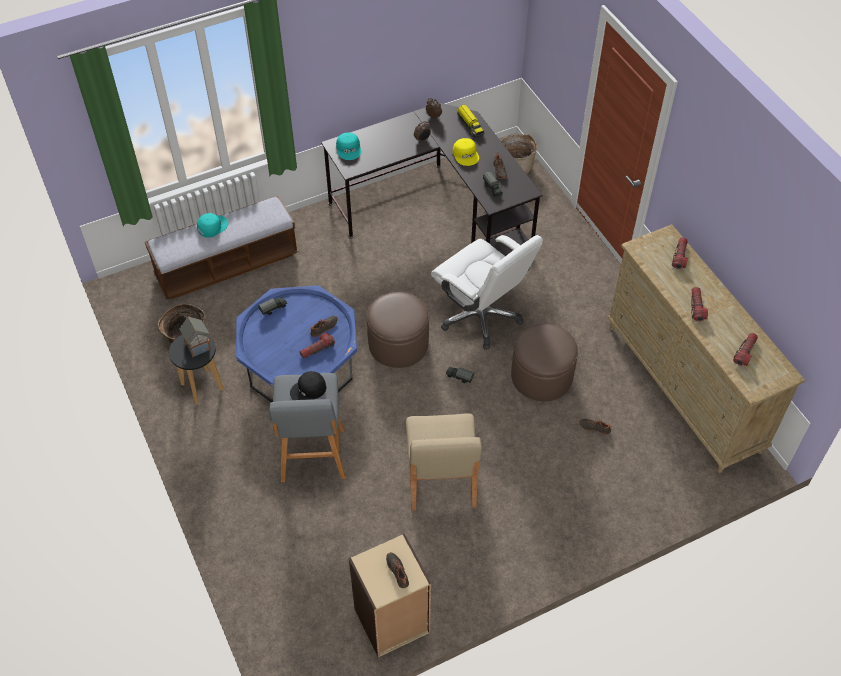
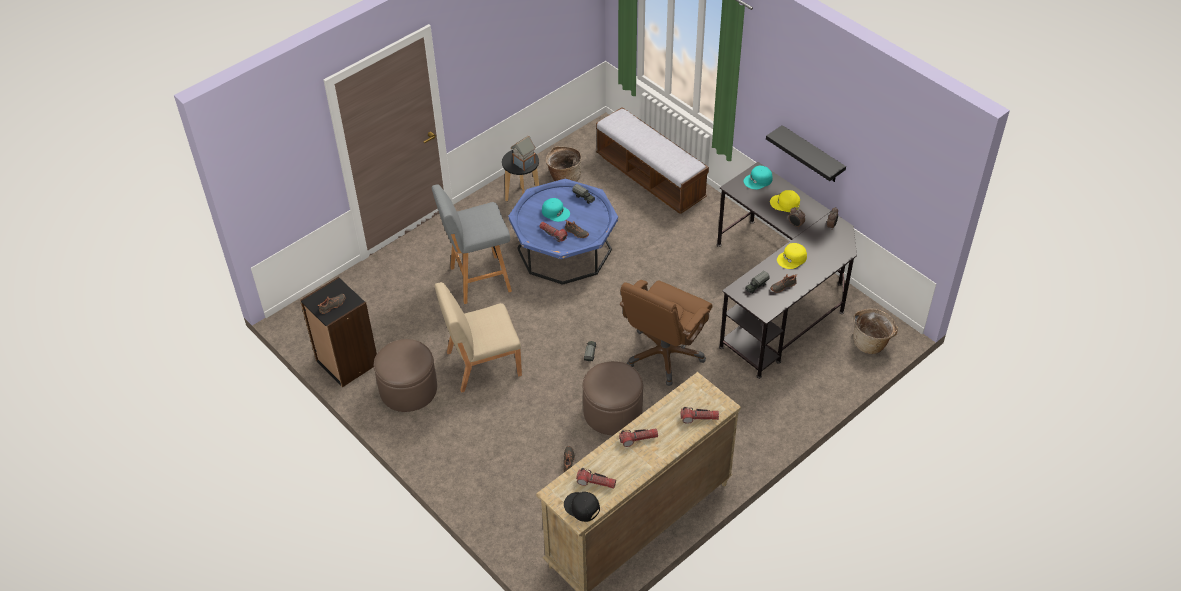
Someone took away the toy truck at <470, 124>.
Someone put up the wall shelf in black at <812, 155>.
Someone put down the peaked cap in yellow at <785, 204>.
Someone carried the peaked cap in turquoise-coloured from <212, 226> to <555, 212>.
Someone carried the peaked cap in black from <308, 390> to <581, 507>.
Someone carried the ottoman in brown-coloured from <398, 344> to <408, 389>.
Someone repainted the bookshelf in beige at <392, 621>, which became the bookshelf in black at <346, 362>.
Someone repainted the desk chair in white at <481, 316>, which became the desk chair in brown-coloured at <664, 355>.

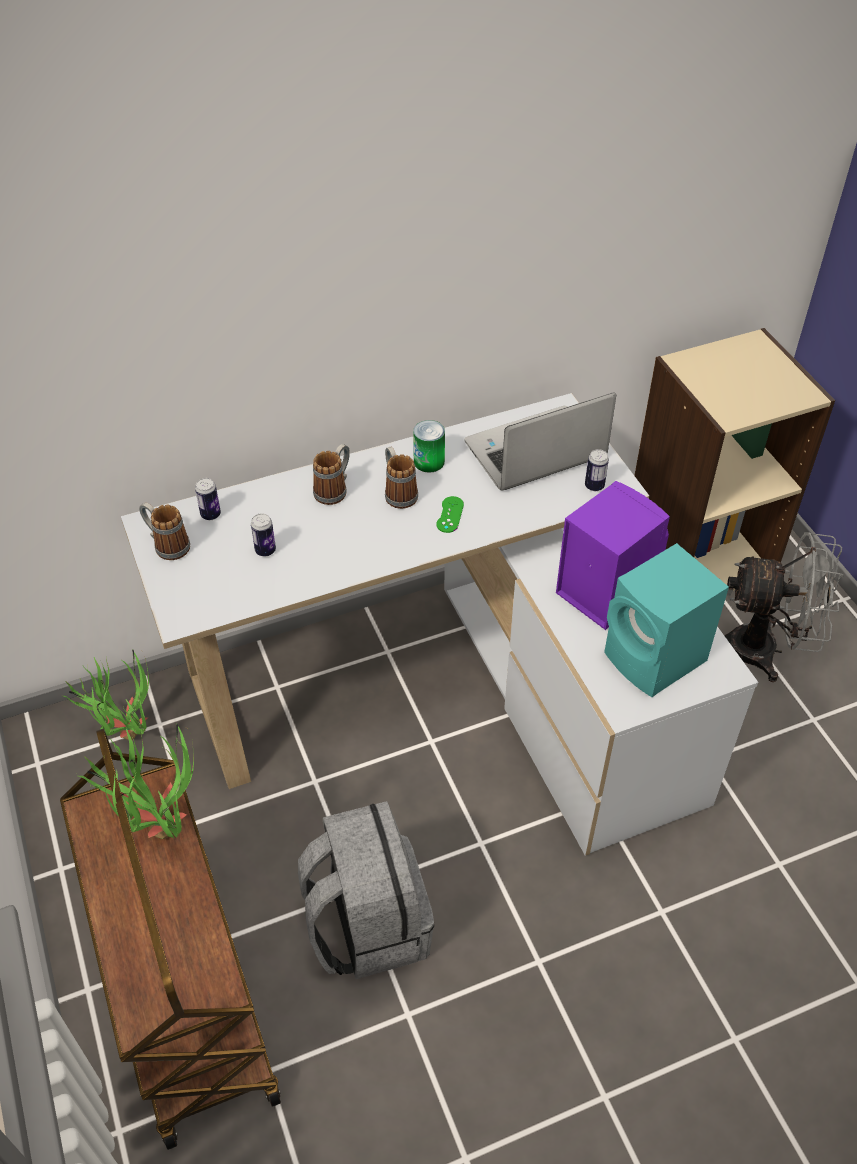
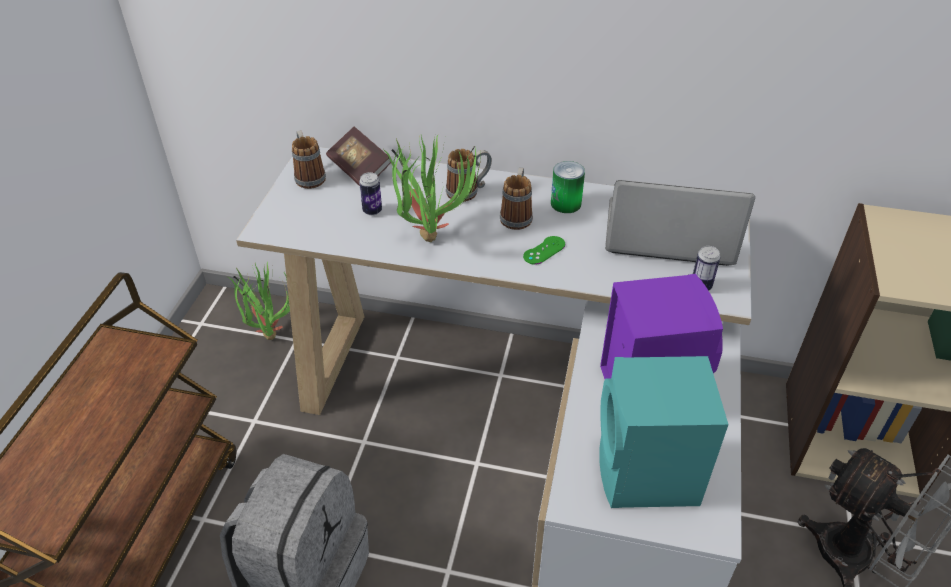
Someone carried the potted plant from <156, 822> to <430, 231>.
Someone swapped the sealed can at <210, 515> for the book at <360, 169>.

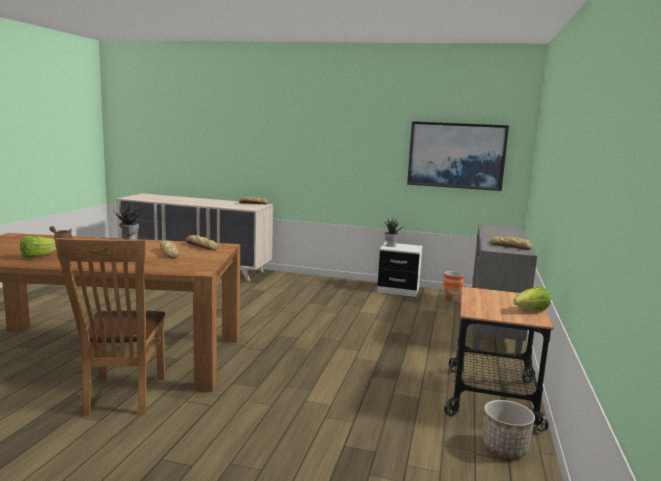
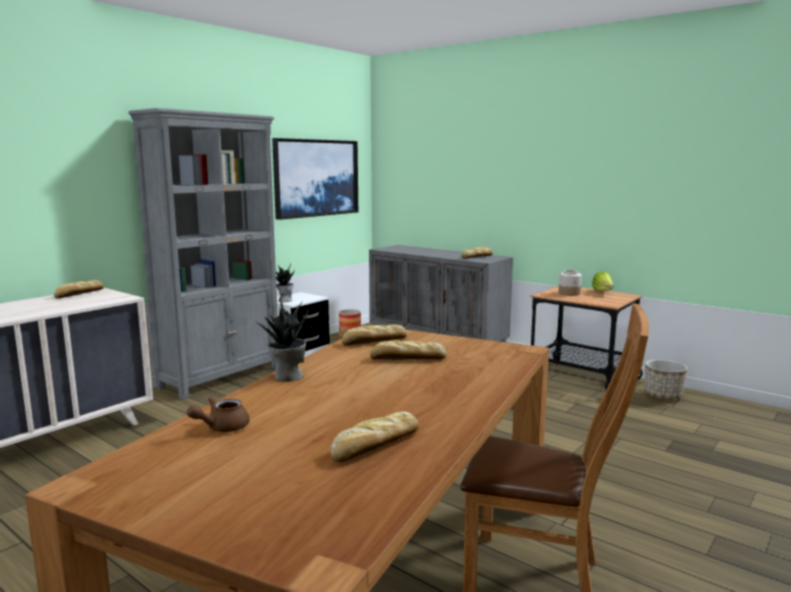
Someone put down the bookshelf in gray at <222, 377>.
Someone put down the storage jar at <569, 293>.
Someone swapped the lettuce at <38, 257> for the baked bread at <375, 445>.

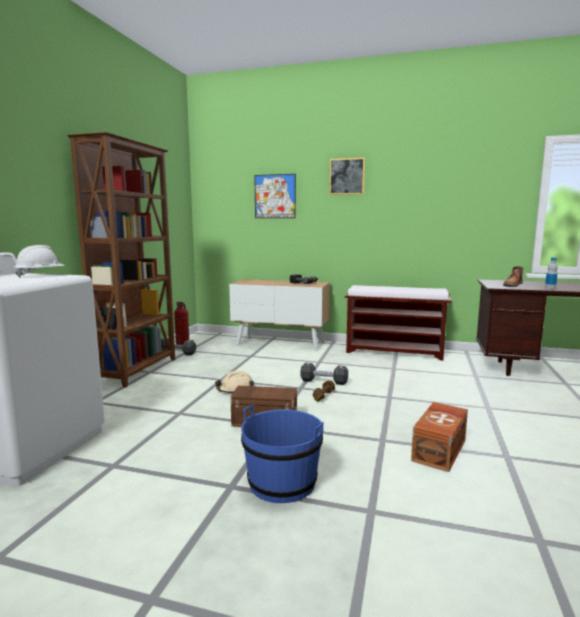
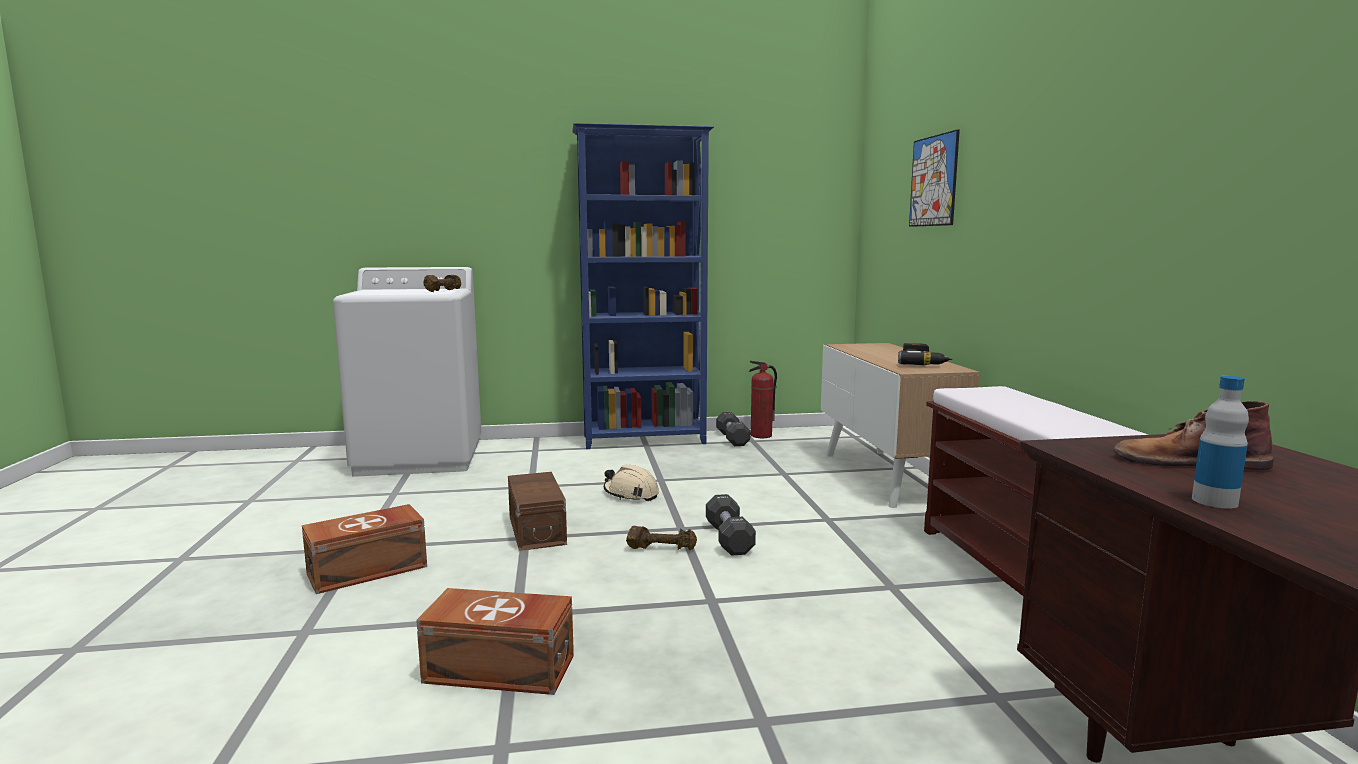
Someone took away the wall picture at <347, 176>.
Someone swapped the hard hat in white at <41, 275> for the free weight in brown-coloured at <442, 291>.
Someone swapped the water bucket in blue at <282, 483> for the storage container in brown-coloured at <369, 570>.
Someone repainted the bookshelf in brown-coloured at <138, 370>, which became the bookshelf in blue at <645, 440>.

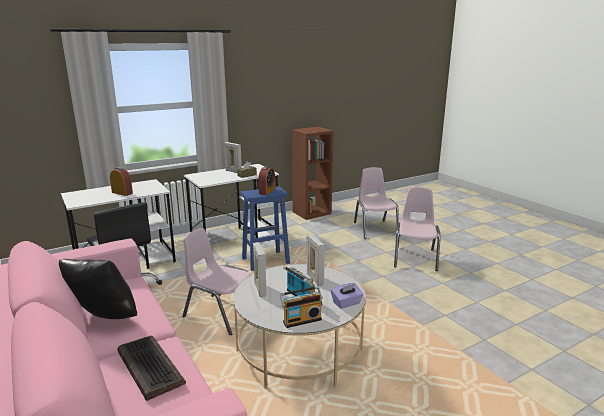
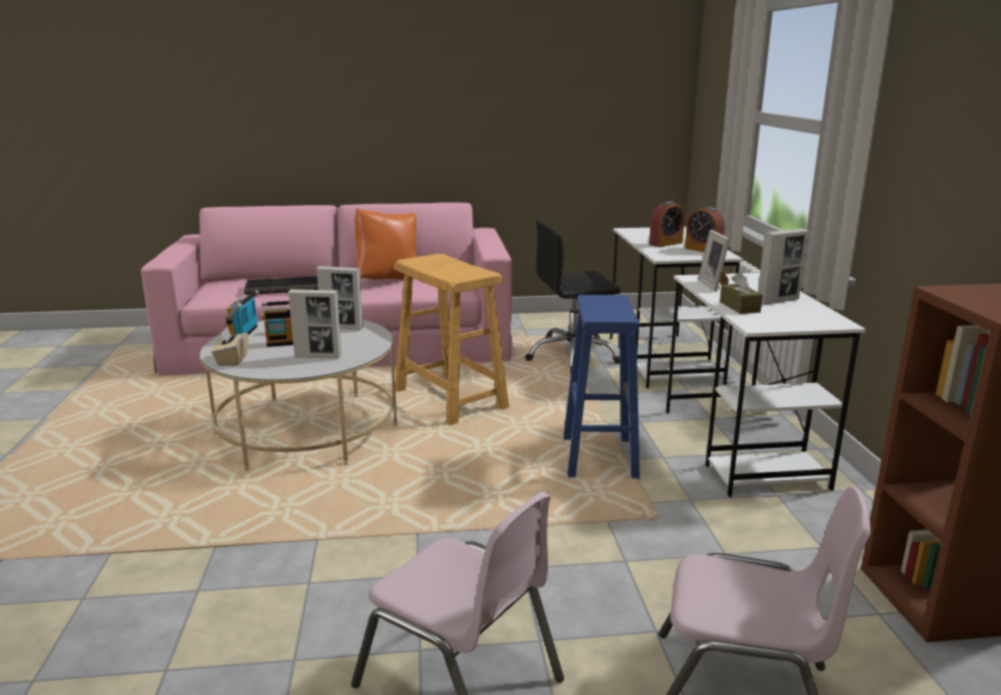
Someone put down the picture frame at <714, 285>.
Someone carried the bedside clock from <267, 191> to <703, 250>.
Someone swapped the upright chair in pinkish at <221, 313> for the stool in beige at <450, 399>.
Someone repainted the throw pillow in black at <103, 319>, which became the throw pillow in orange-coloured at <388, 279>.
Someone repainted the tissue box in purple-coloured at <346, 303>, which became the tissue box in beige at <232, 360>.

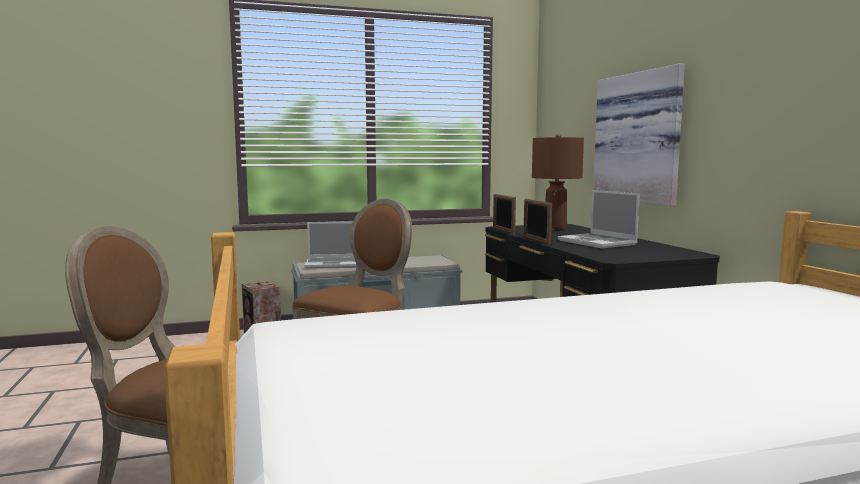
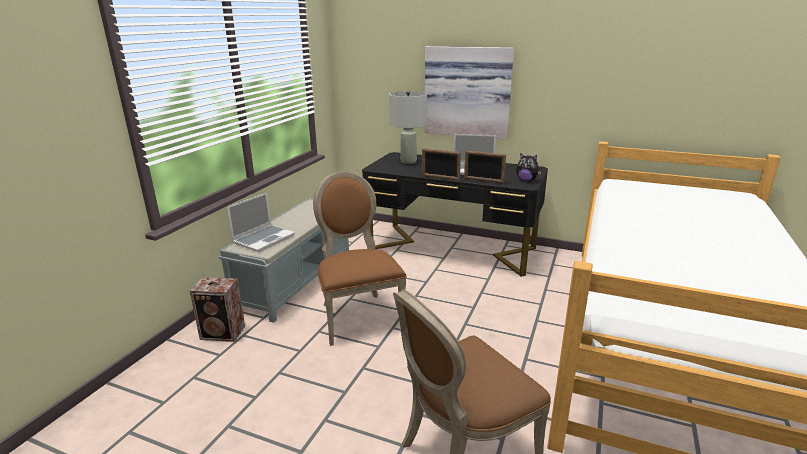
Someone put down the cuddly toy at <526, 180>.
Someone carried the picture frame from <503, 230> to <483, 180>.
Someone repainted the table lamp in brown-coloured at <555, 229>, which became the table lamp in gray at <408, 161>.

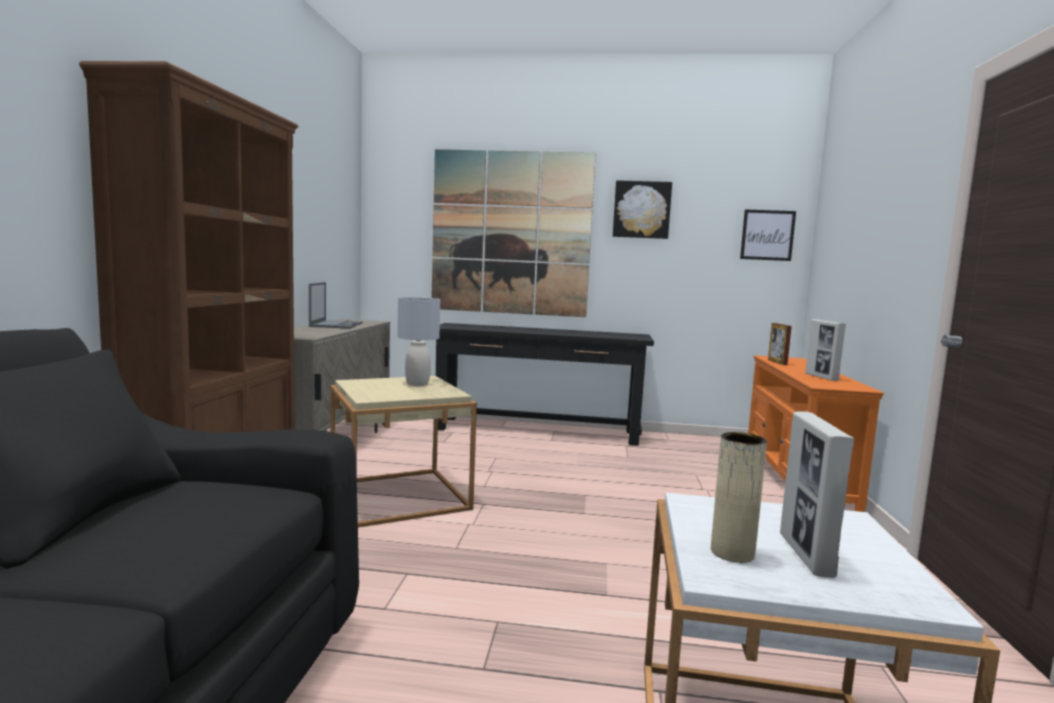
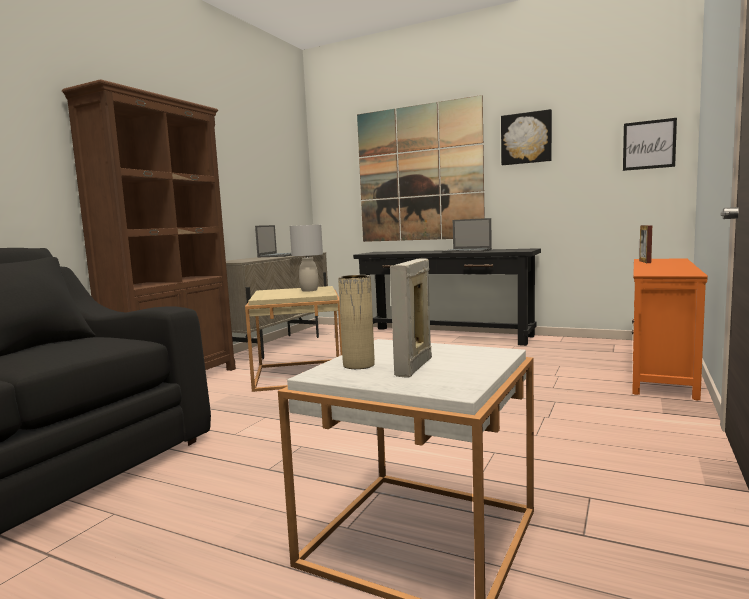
Someone took away the picture frame at <821, 377>.
Someone put down the notebook computer at <467, 251>.

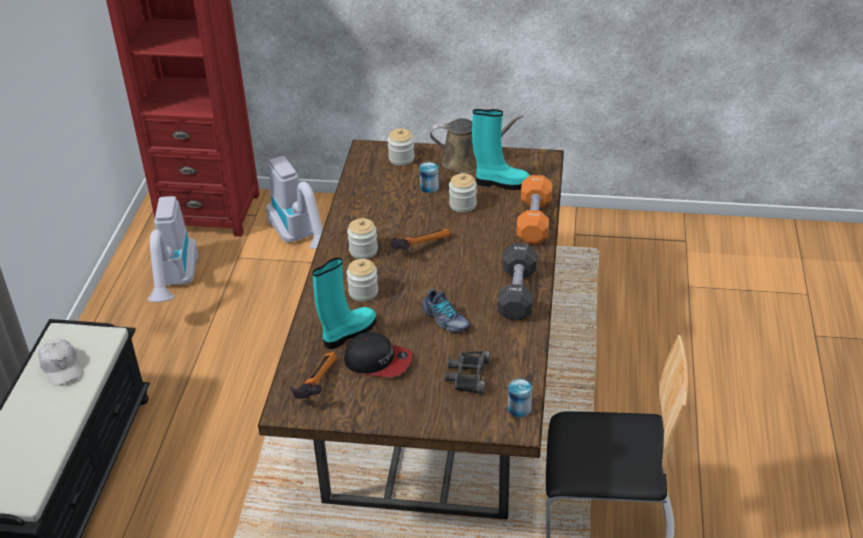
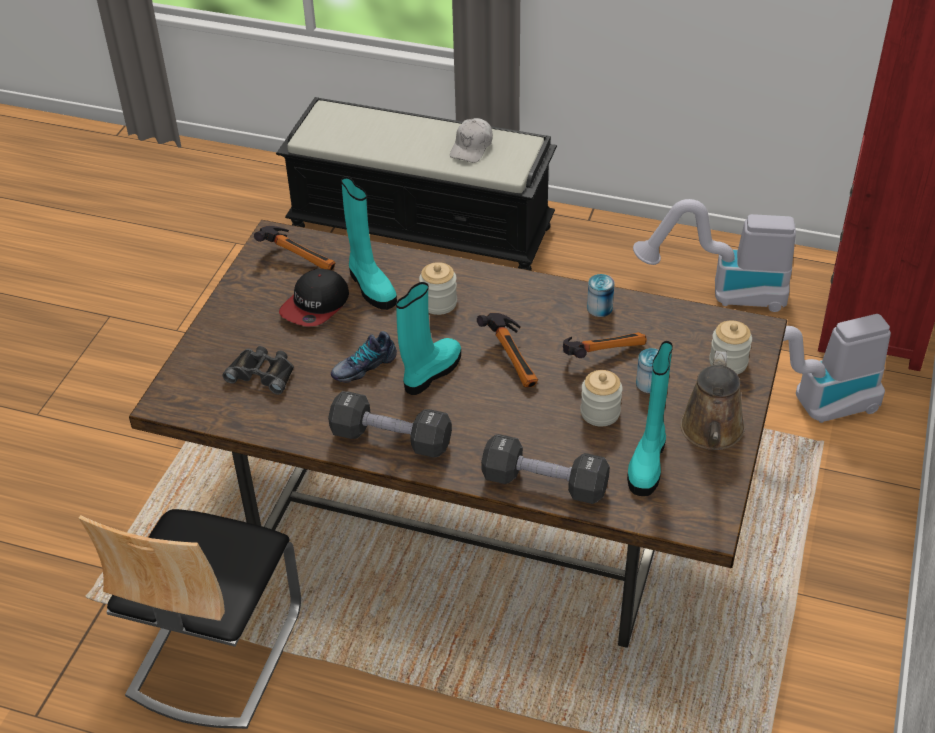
Someone took away the storage jar at <363, 250>.
Someone put down the tall boot in turquoise-coloured at <431, 373>.
Someone put down the hand hammer at <601, 352>.
Someone carried the sealed can from <519, 408> to <599, 308>.
Someone repainted the free weight in orange-coloured at <534, 221>, which became the free weight in black at <544, 483>.
Someone rotated the peaked cap in white at <62, 367> by 45 degrees counterclockwise.

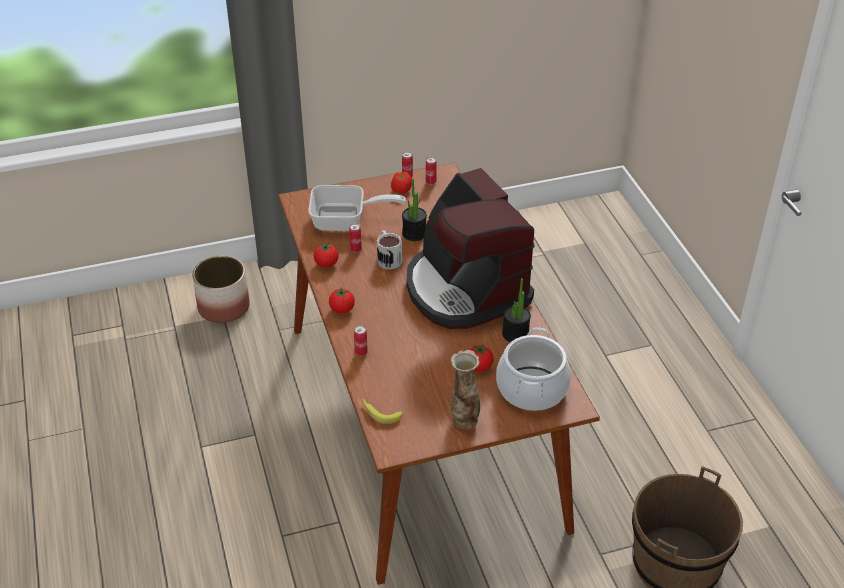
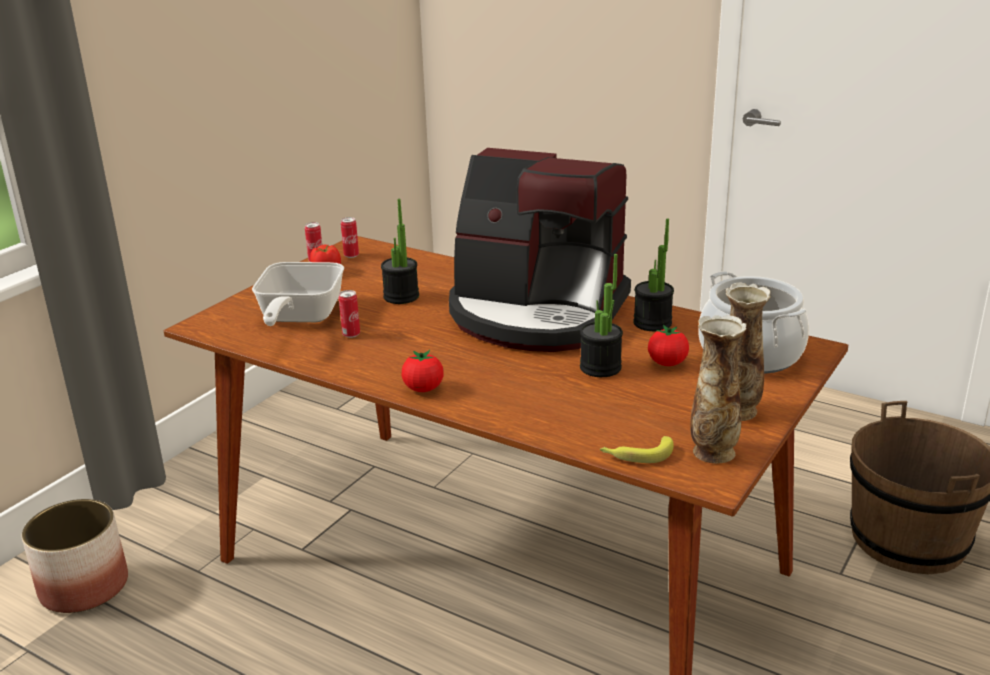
Someone took away the tomato at <326, 264>.
Someone took away the sealed can at <361, 352>.
Someone took away the mug at <388, 258>.
Someone put down the potted plant at <600, 367>.
Someone put down the vase at <713, 451>.
Someone rotated the pan at <346, 221> by 135 degrees clockwise.

